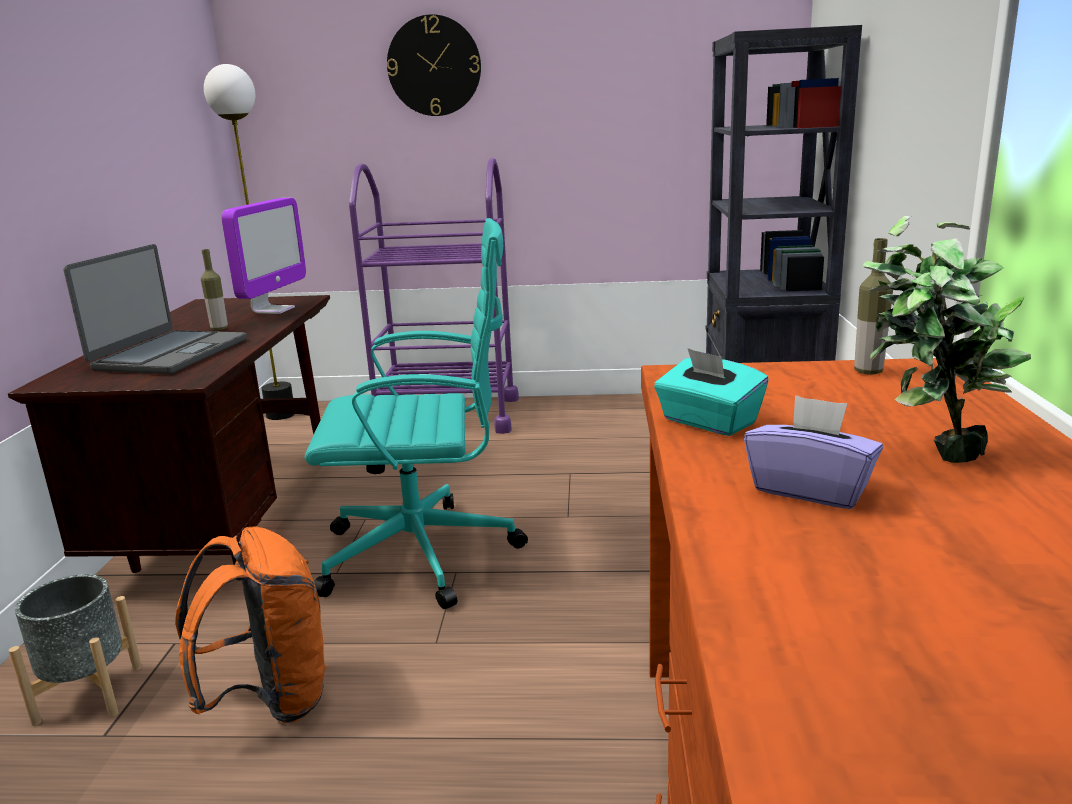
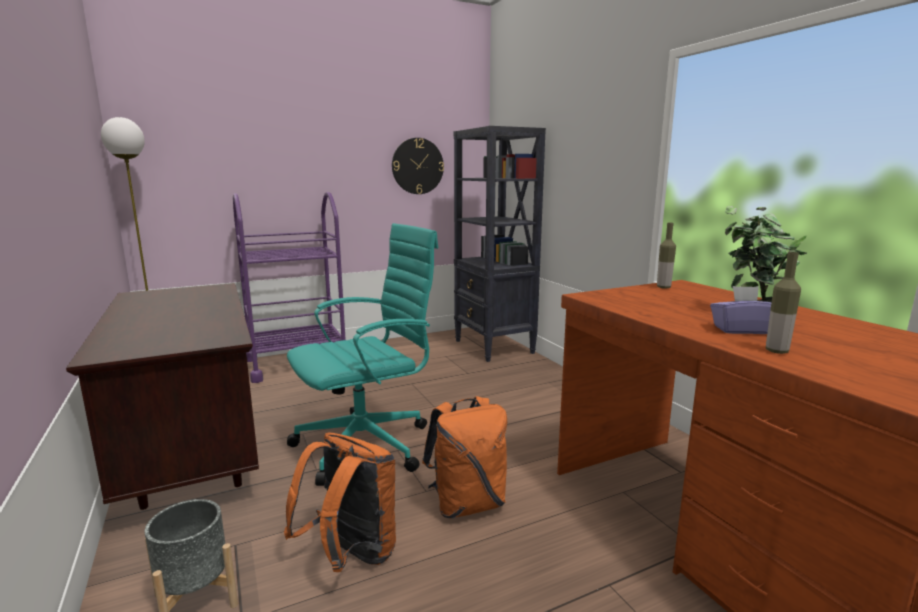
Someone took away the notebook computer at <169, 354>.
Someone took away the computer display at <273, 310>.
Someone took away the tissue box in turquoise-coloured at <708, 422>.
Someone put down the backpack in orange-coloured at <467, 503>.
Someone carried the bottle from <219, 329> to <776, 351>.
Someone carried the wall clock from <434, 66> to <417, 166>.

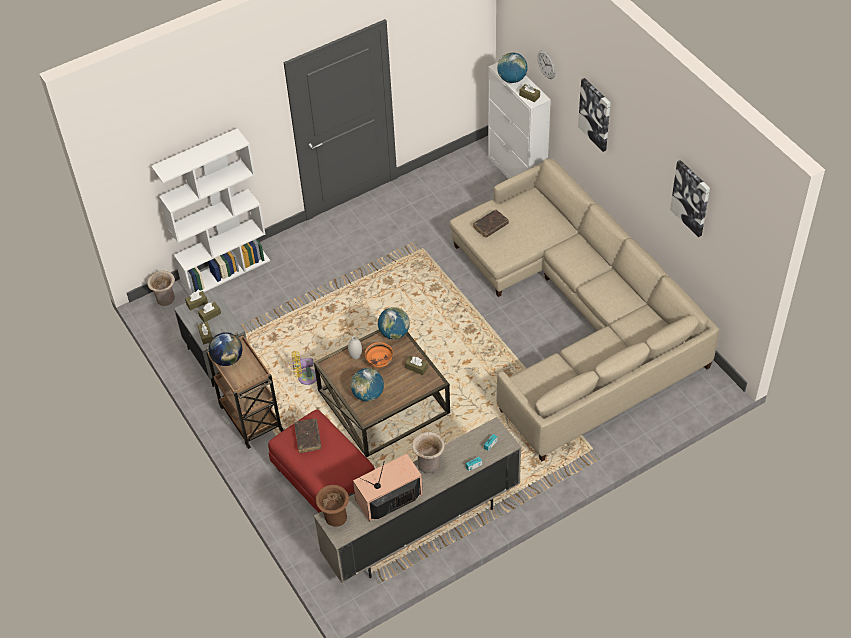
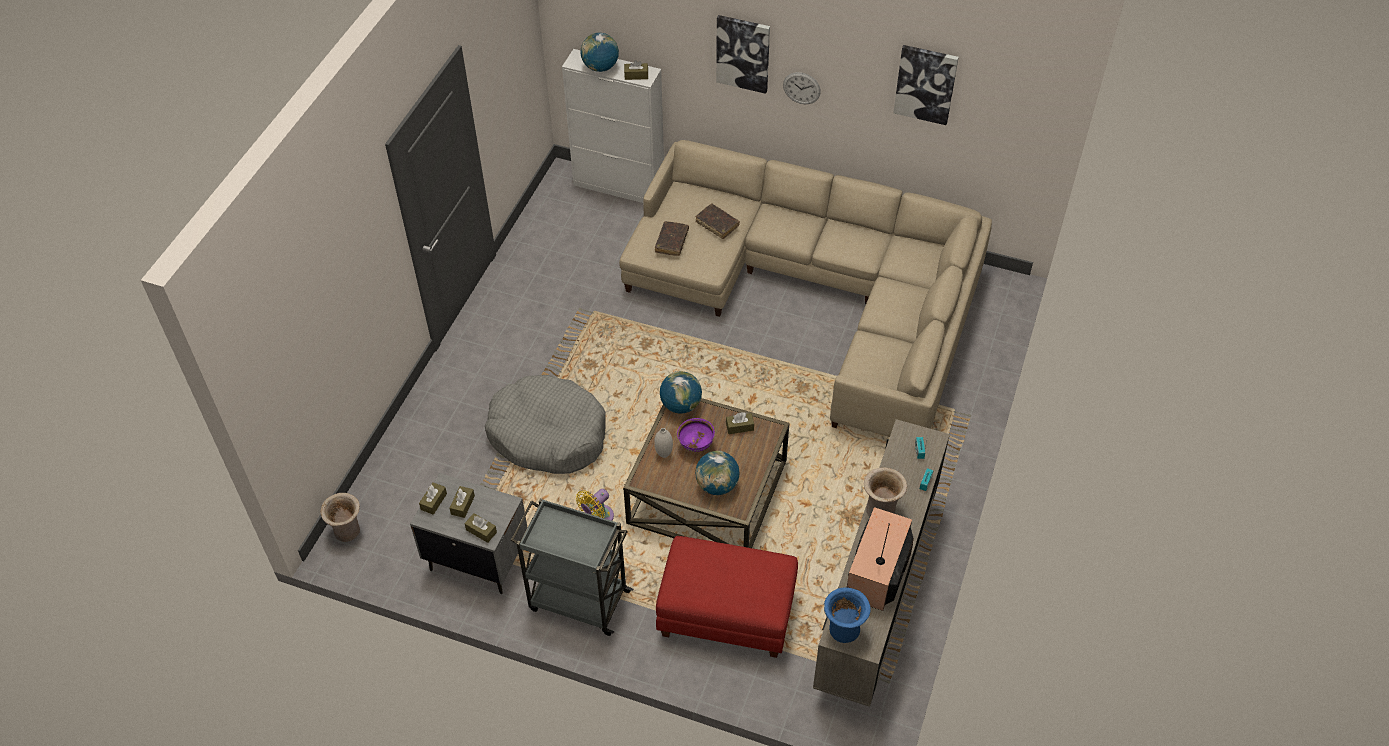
Someone took away the bookshelf in white at <225, 271>.
Someone took away the desk globe at <227, 359>.
Someone put down the pet bed in gray at <548, 434>.
Someone carried the book in brown-coloured from <308, 438> to <717, 224>.
Someone carried the wall clock from <546, 64> to <801, 88>.
Someone repainted the trolley in brown-coloured at <250, 417>, which became the trolley in gray at <577, 600>.
Someone repainted the vase in brown-coloured at <335, 518>, which became the vase in blue at <843, 631>.
Someone repainted the serving bowl in orange-coloured at <379, 363>, which became the serving bowl in purple-coloured at <696, 445>.

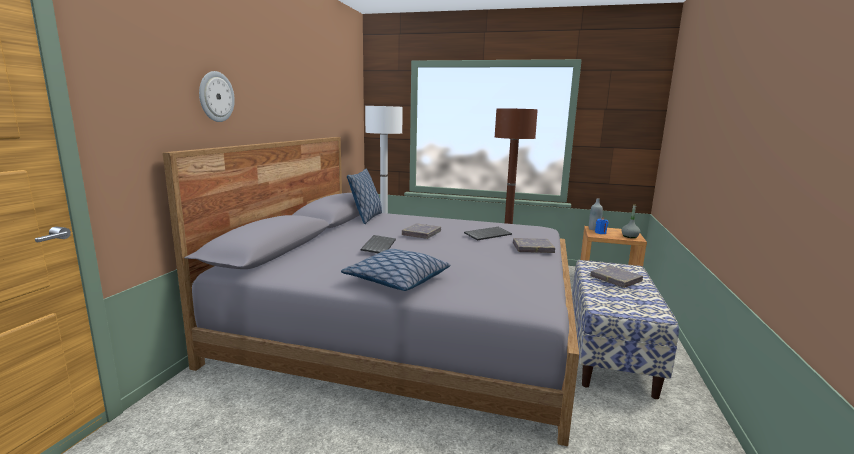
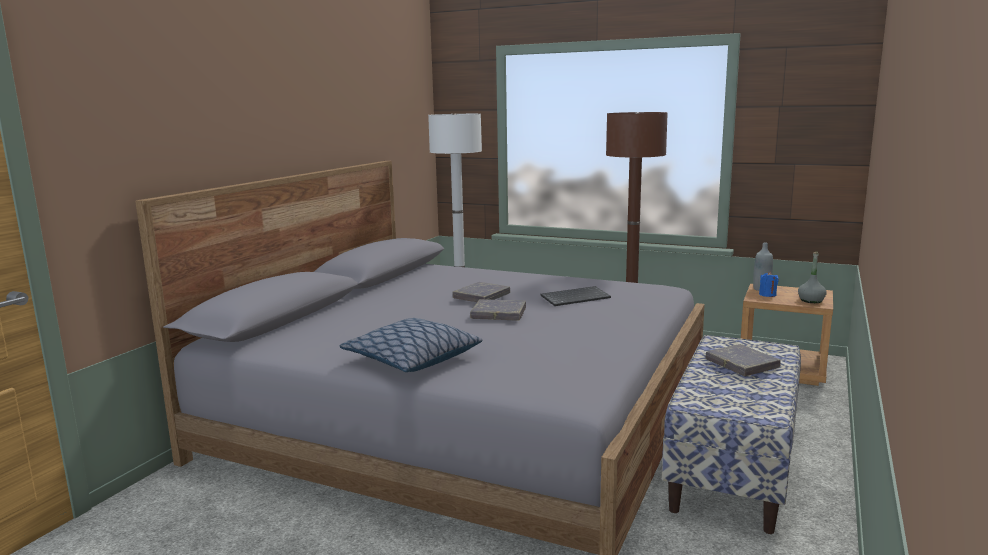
Someone took away the wall clock at <216, 96>.
Someone took away the throw pillow at <366, 218>.
Someone took away the computer keyboard at <378, 245>.
Someone carried the book in gray from <533, 248> to <498, 314>.

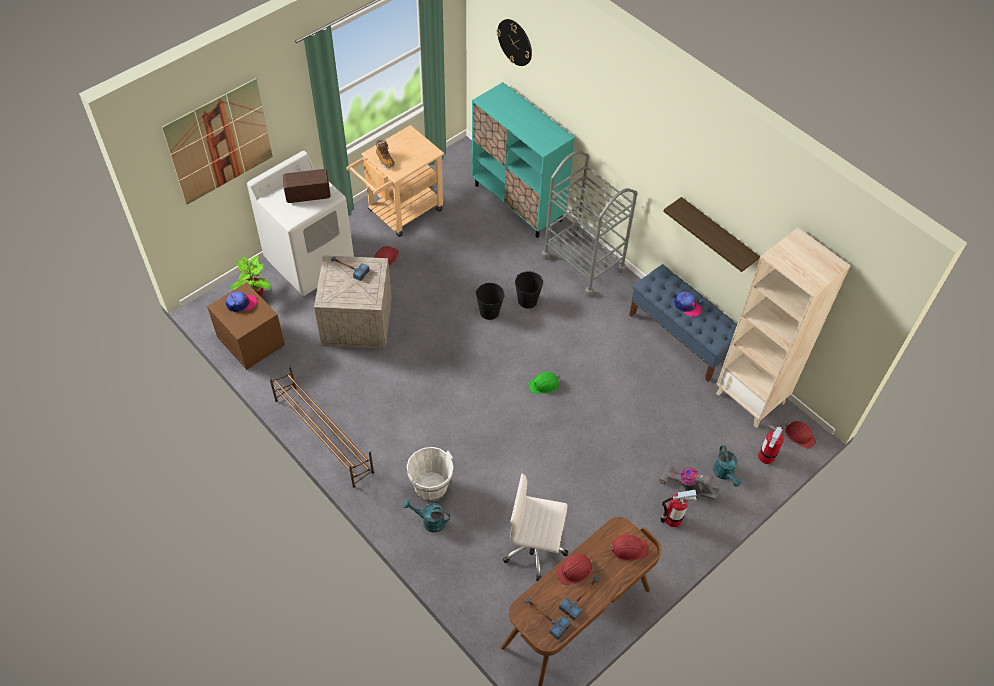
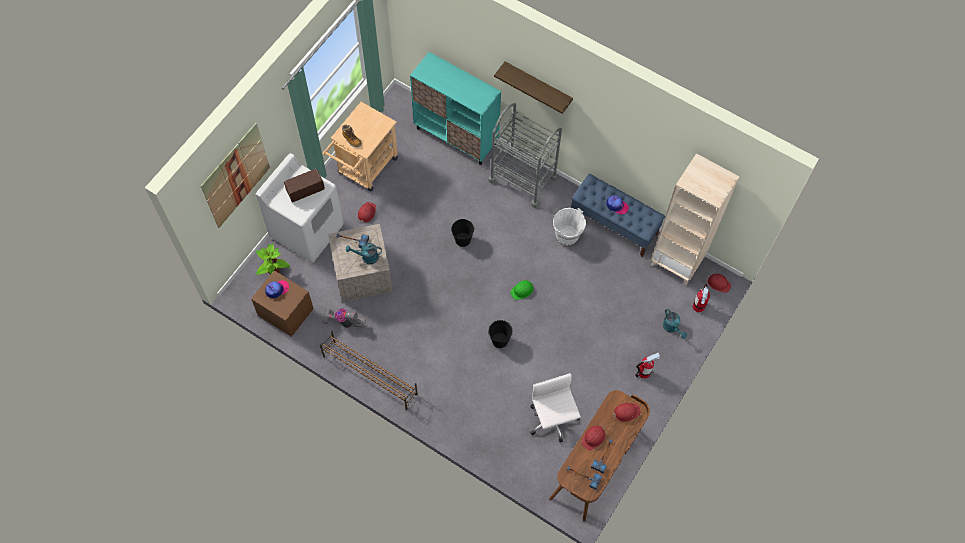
Someone took away the wall clock at <515, 42>.
Someone carried the sprinkling can in turquoise-coloured from <429, 521> to <366, 257>.
Someone carried the water bucket in white from <431, 487> to <567, 235>.
Someone carried the water bucket in black from <527, 301> to <499, 340>.
Someone carried the vacuum from <687, 487> to <344, 321>.
Someone carried the wall shelf from <717, 235> to <538, 85>.
Someone rotated the desk chair in white at <535, 548> by 75 degrees clockwise.

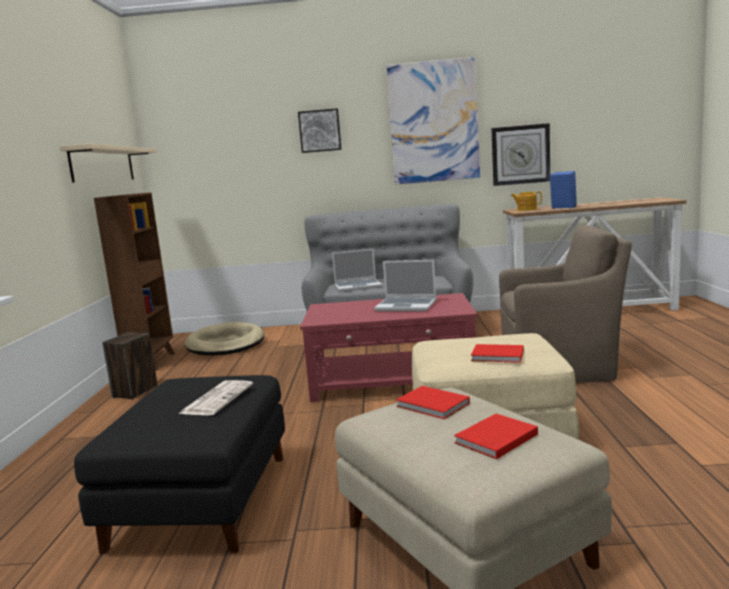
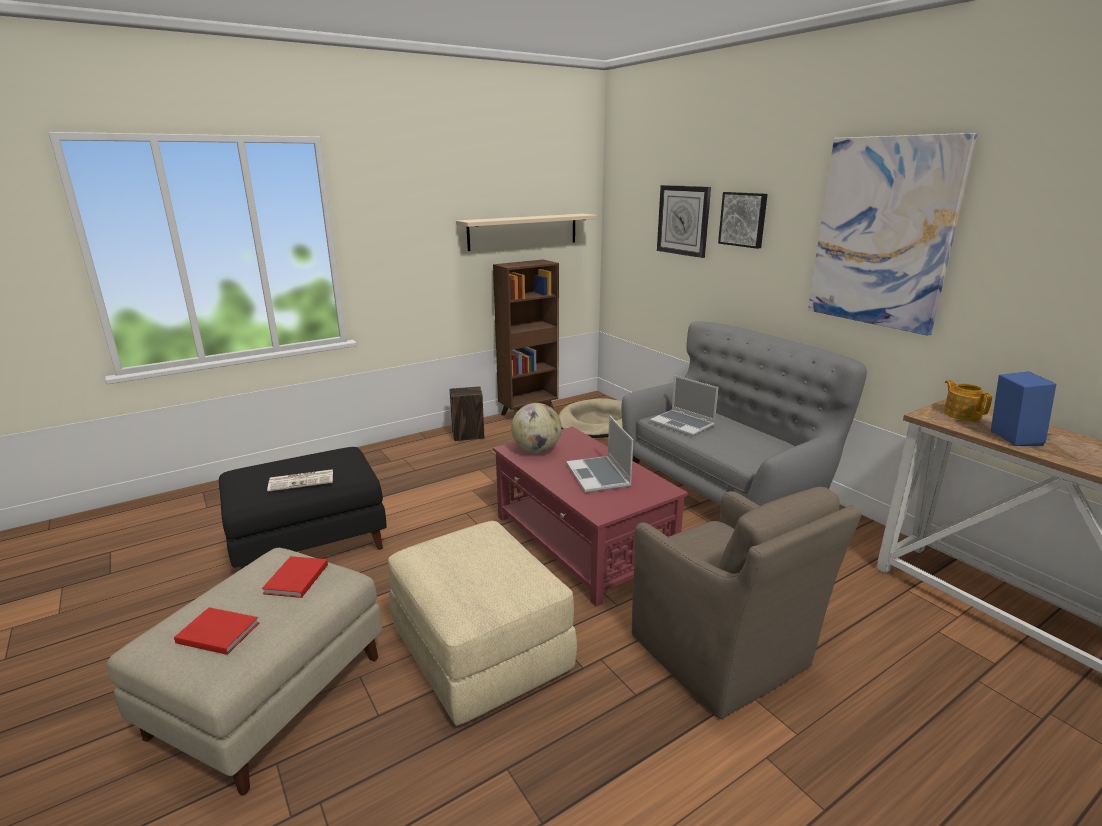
Someone took away the book in reddish at <499, 356>.
Someone put down the desk globe at <536, 450>.
Someone carried the wall clock from <520, 155> to <683, 220>.

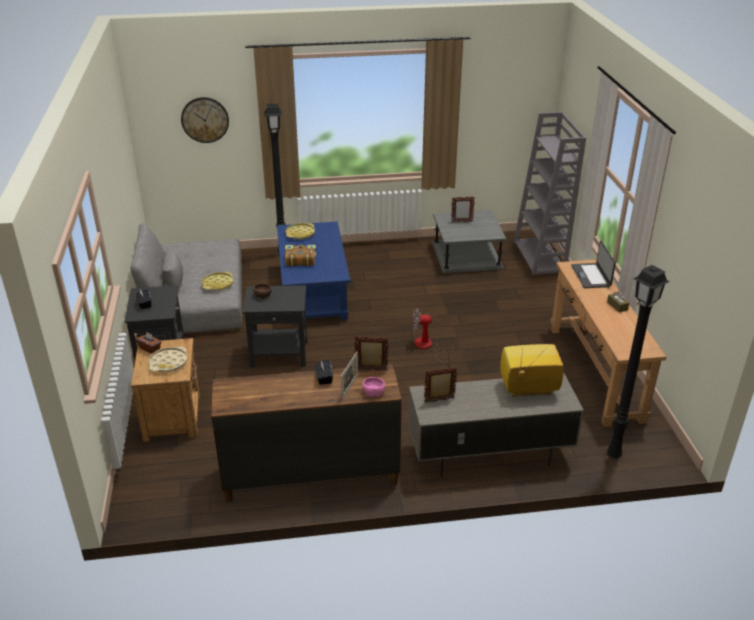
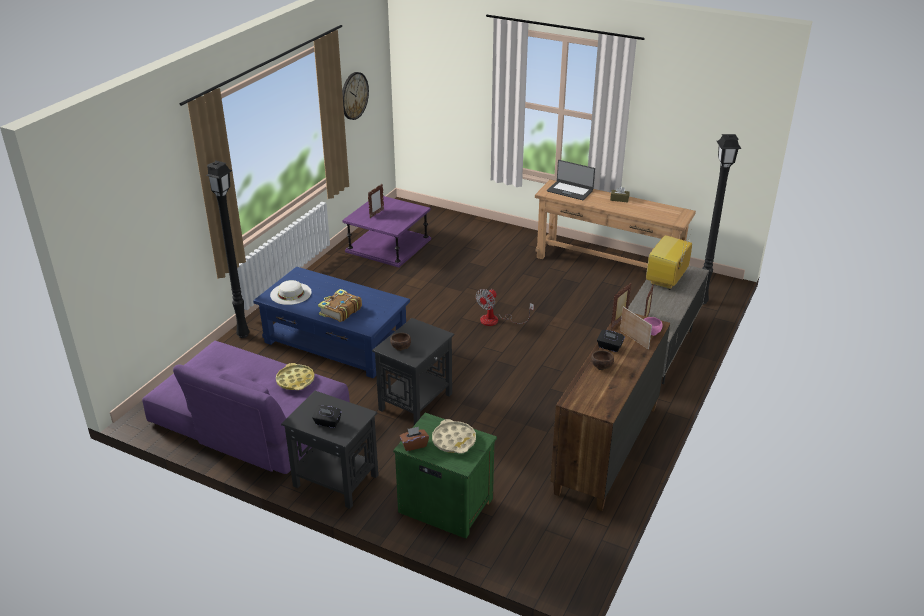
Someone took away the bookshelf in gray at <540, 257>.
Someone put down the serving bowl in brown-coloured at <601, 365>.
Someone carried the wall clock from <205, 119> to <354, 95>.
Someone swapped the tray in yellow at <300, 234> for the clothing hat in white at <291, 293>.
Someone repainted the sofa in gray at <196, 296>, which became the sofa in purple-coloured at <248, 418>.
Someone repainted the bedside table in brown-coloured at <173, 416>, which became the bedside table in green at <445, 504>.
Someone repainted the accent table in gray at <466, 256>, which became the accent table in purple-coloured at <388, 245>.

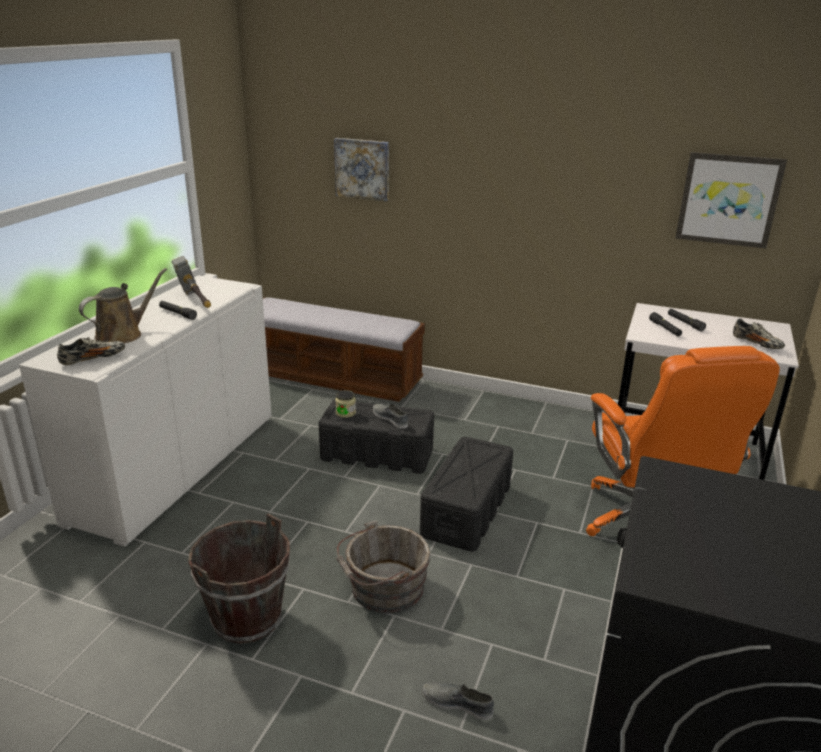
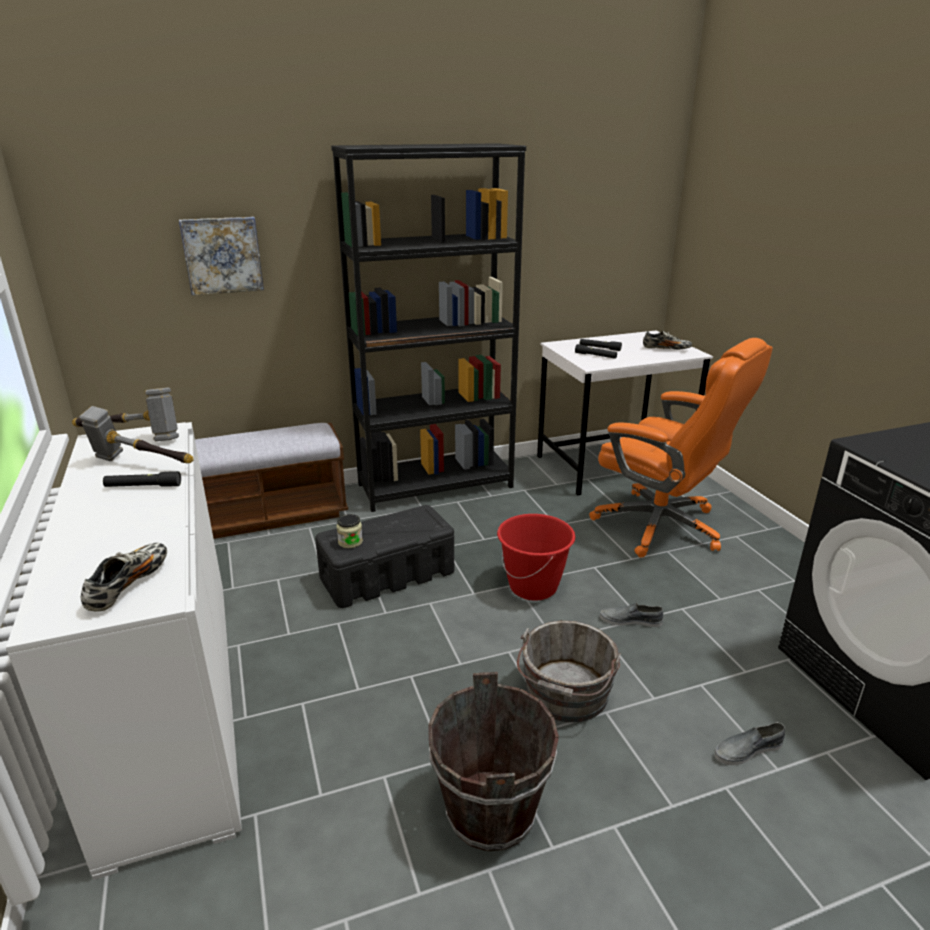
Someone took away the sprinkling can in brown-coloured at <123, 334>.
Someone took away the wall picture at <728, 199>.
Someone put down the hand hammer at <131, 438>.
Someone put down the bookshelf in black at <435, 485>.
Someone carried the shoe in gray from <390, 418> to <630, 620>.
Someone swapped the storage container in black at <466, 511> for the water bucket in reddish at <533, 586>.

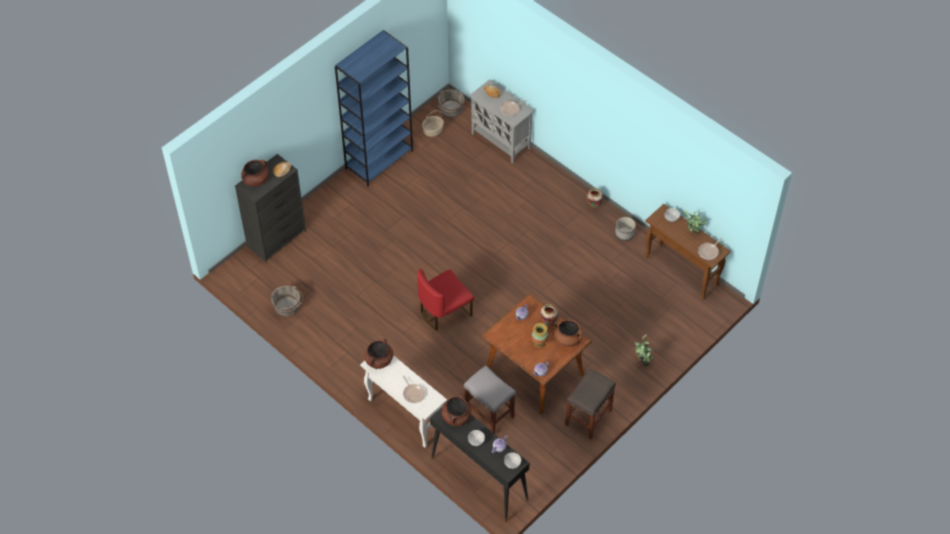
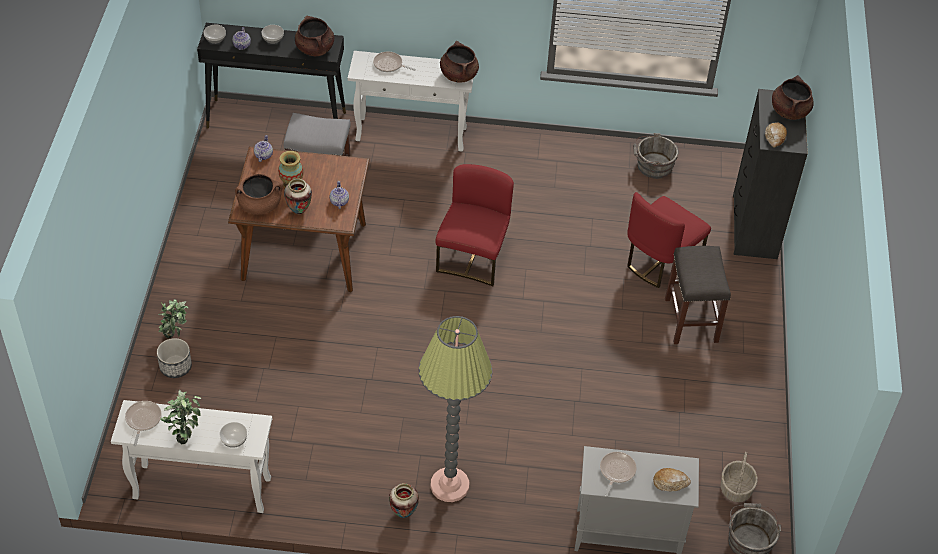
Someone took away the bookshelf in blue at <379, 159>.
Someone put down the standard lamp at <449, 485>.
Someone put down the upright chair in reddish at <660, 261>.
Someone carried the stool in gray from <588, 418> to <690, 319>.
Someone carried the plant pot from <624, 234> to <175, 367>.
Someone repainted the narrow table in brown-coloured at <682, 271>, which became the narrow table in white at <201, 489>.

